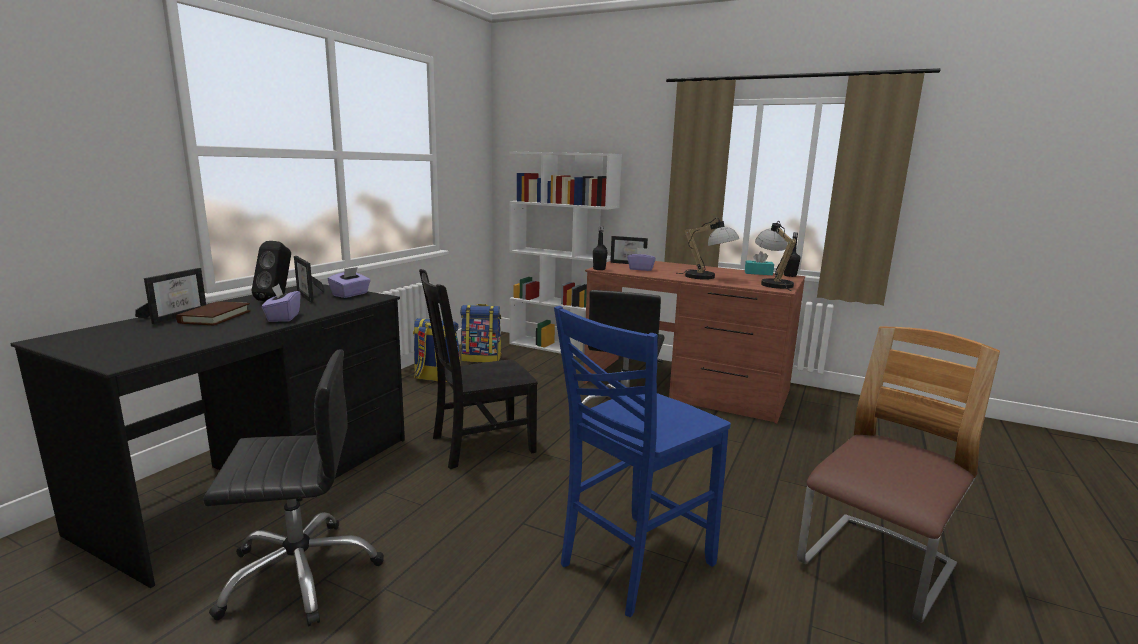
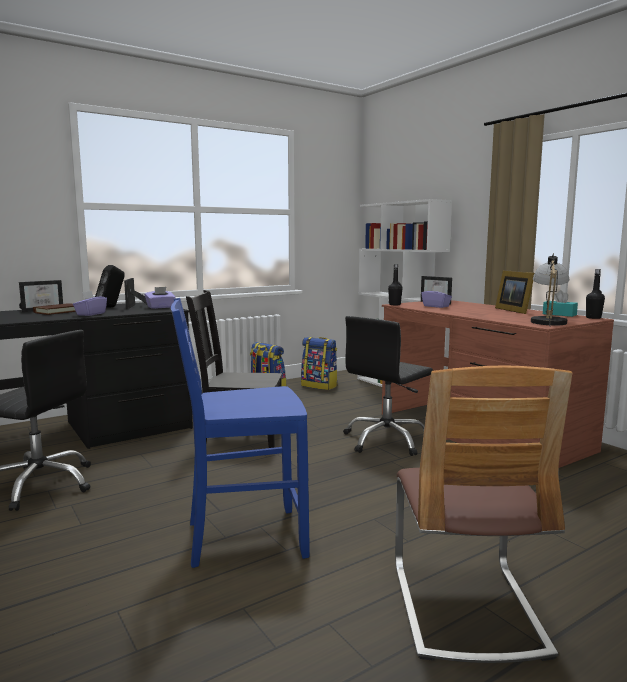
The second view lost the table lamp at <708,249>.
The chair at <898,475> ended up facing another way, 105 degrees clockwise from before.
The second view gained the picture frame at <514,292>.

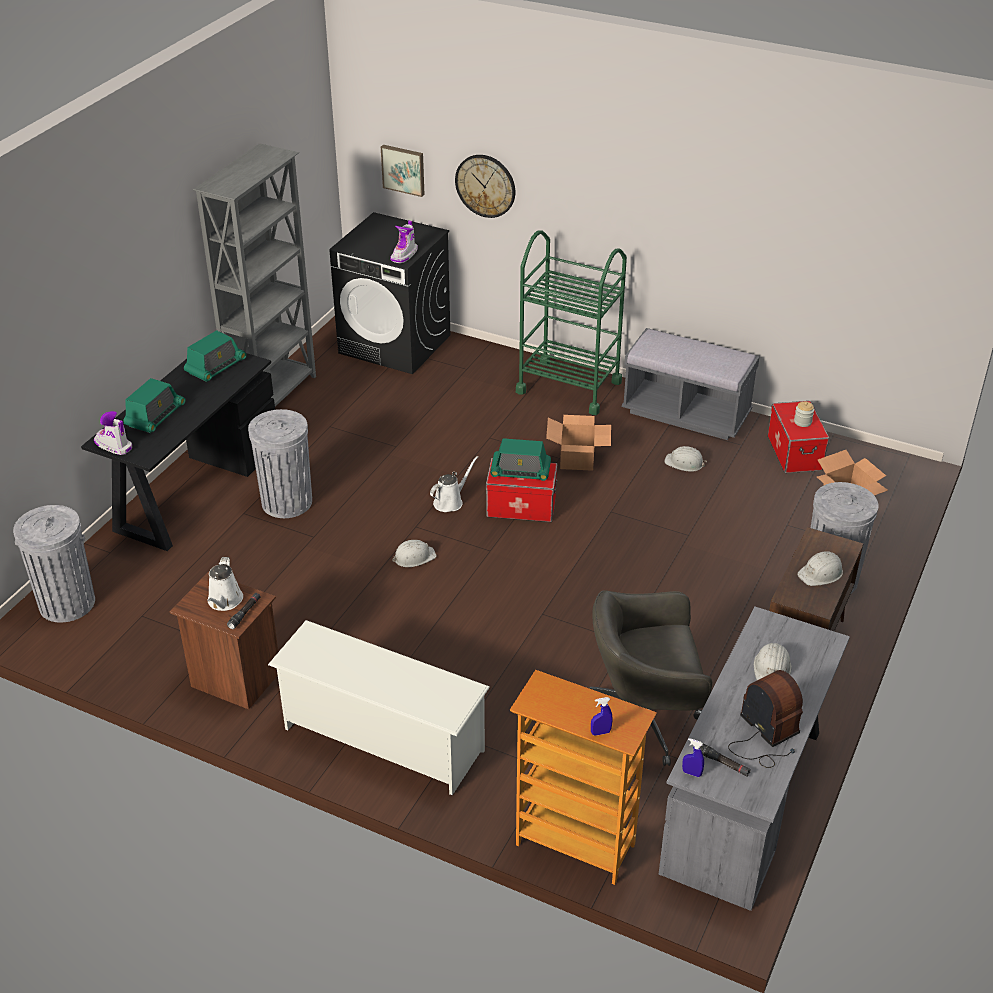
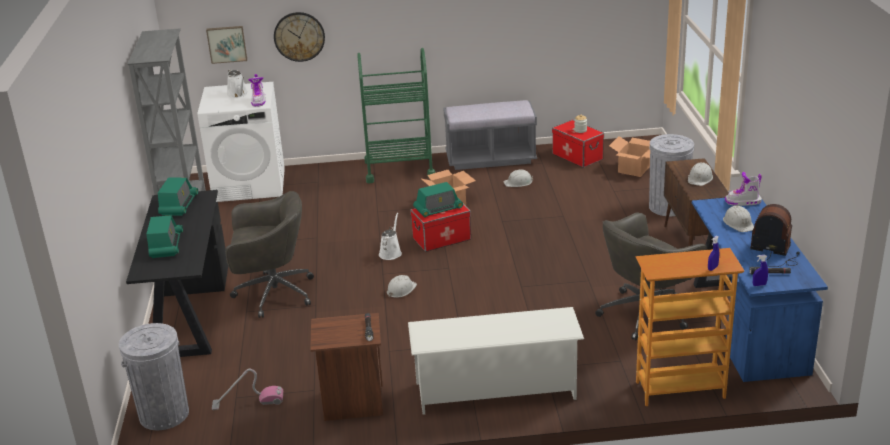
What was the black washing machine at <389,293> turned into the white washing machine at <241,142>.
Where the grey trash can stood at <280,463>, the grey office chair came to stand at <269,254>.
The boot ended up elsewhere, having gone from <113,433> to <743,189>.
The white watering can ended up elsewhere, having gone from <225,584> to <237,83>.
What was the grey desk at <754,758> turned into the blue desk at <760,290>.
The second view gained the vacuum cleaner at <247,389>.

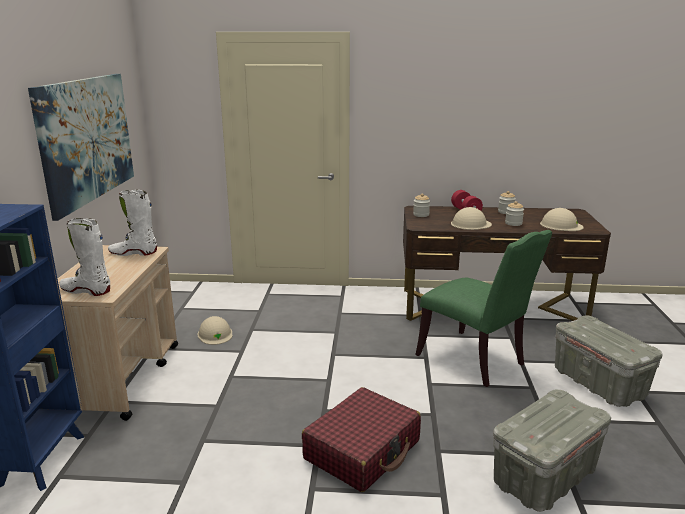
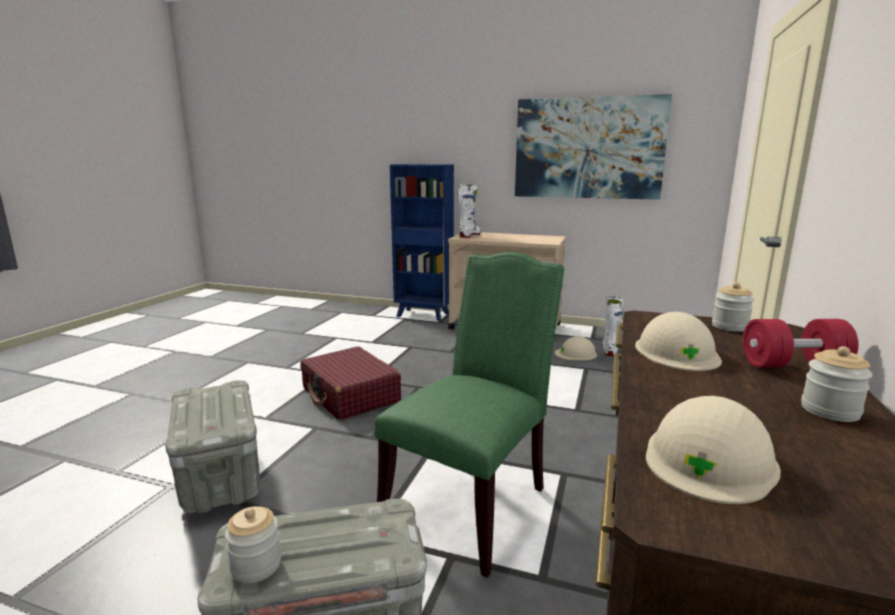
The white boot ended up elsewhere, having gone from <132,223> to <612,326>.
The jar ended up elsewhere, having gone from <514,213> to <253,544>.
The green chair at <483,308> ended up facing another way, 150 degrees clockwise from before.

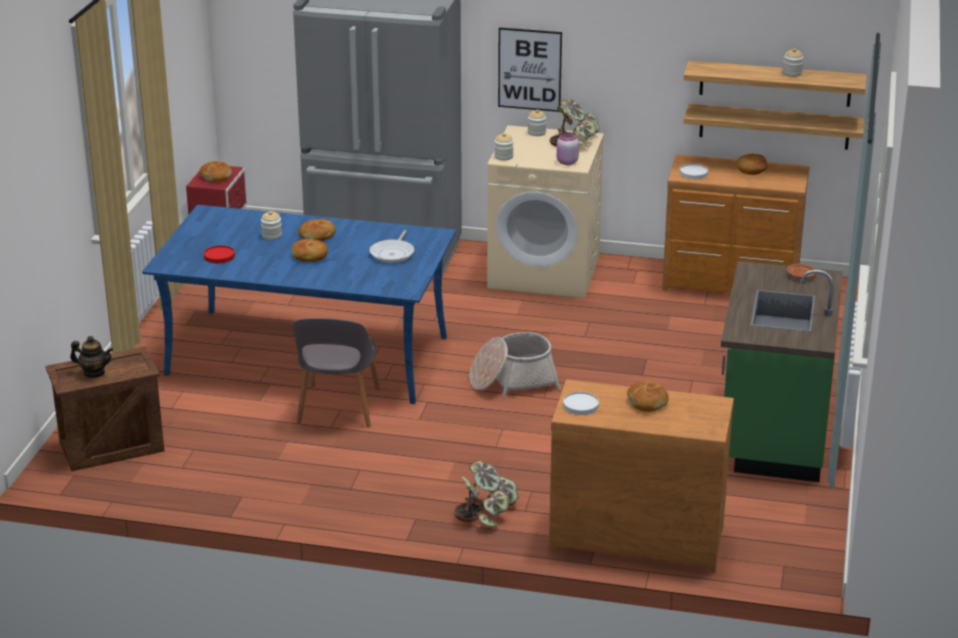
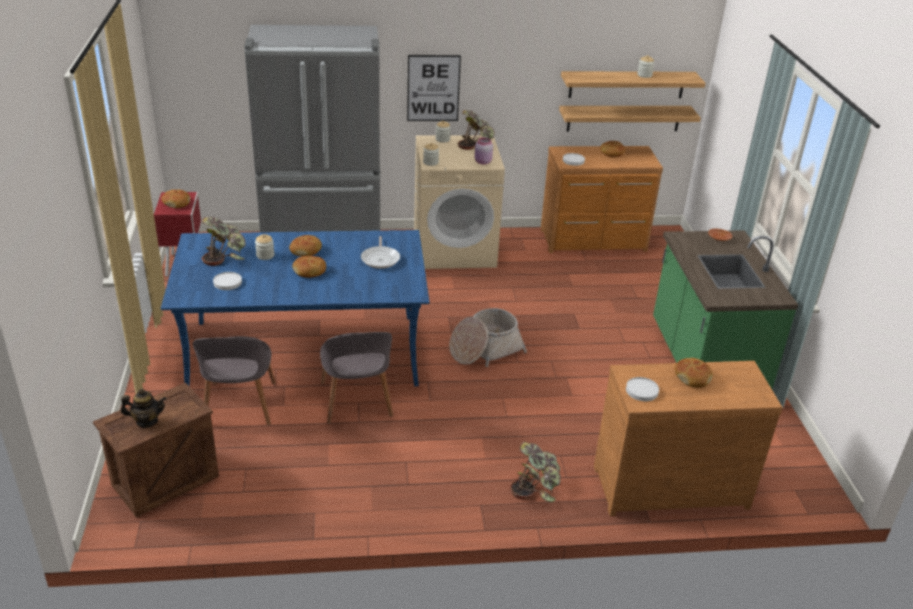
What was the red plate at <219,254> turned into the white plate at <227,281>.
The second view gained the potted plant at <224,241>.
The second view gained the grey chair at <234,380>.

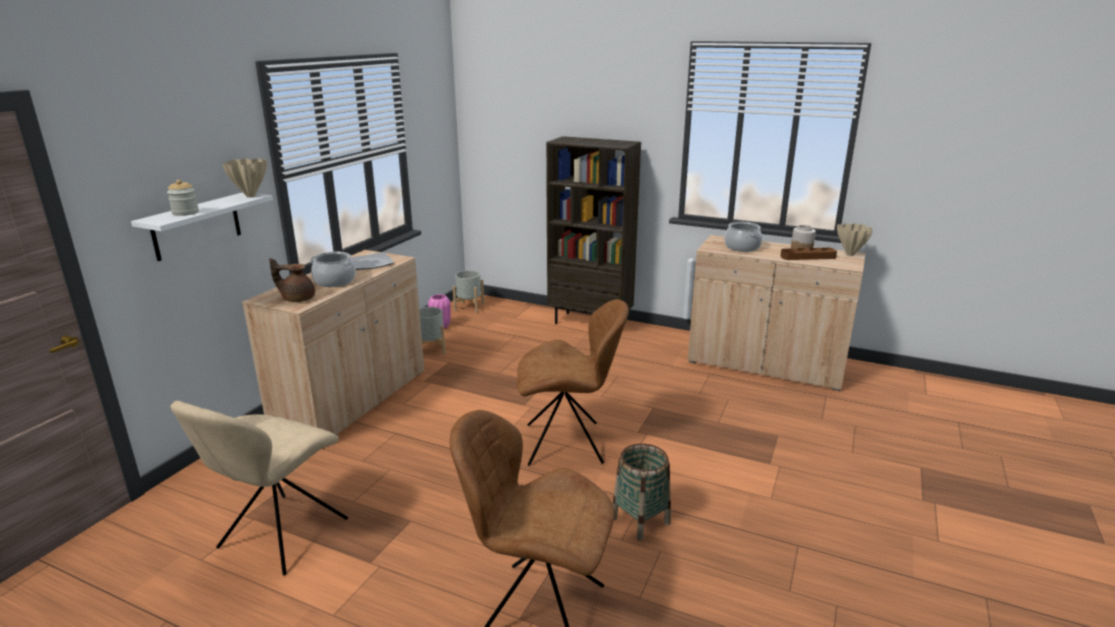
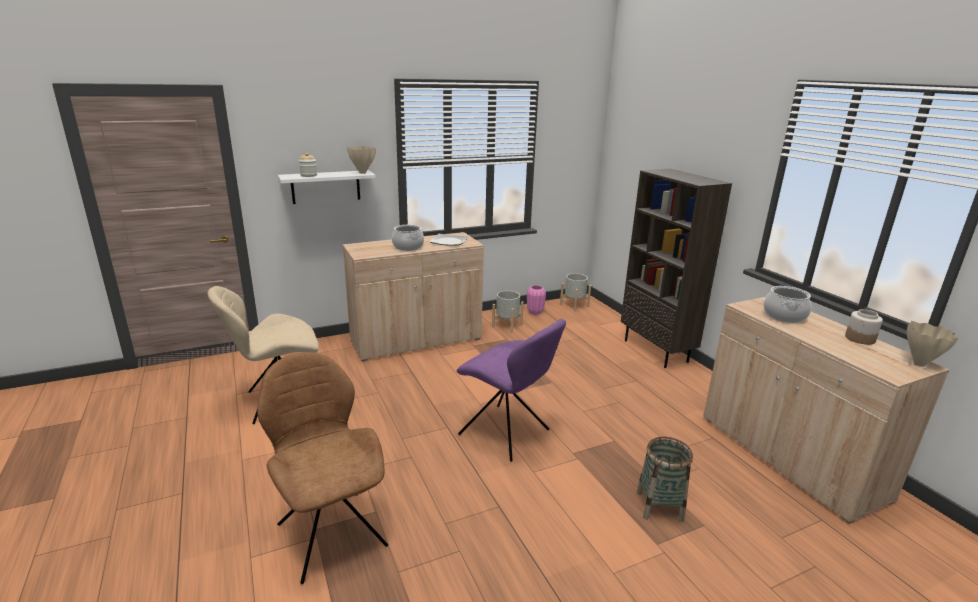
The second view lost the brown tray at <808,254>.
The second view lost the brown teapot at <292,280>.
What was the brown chair at <573,382> turned into the purple chair at <511,390>.
The basket ended up elsewhere, having gone from <641,492> to <665,479>.

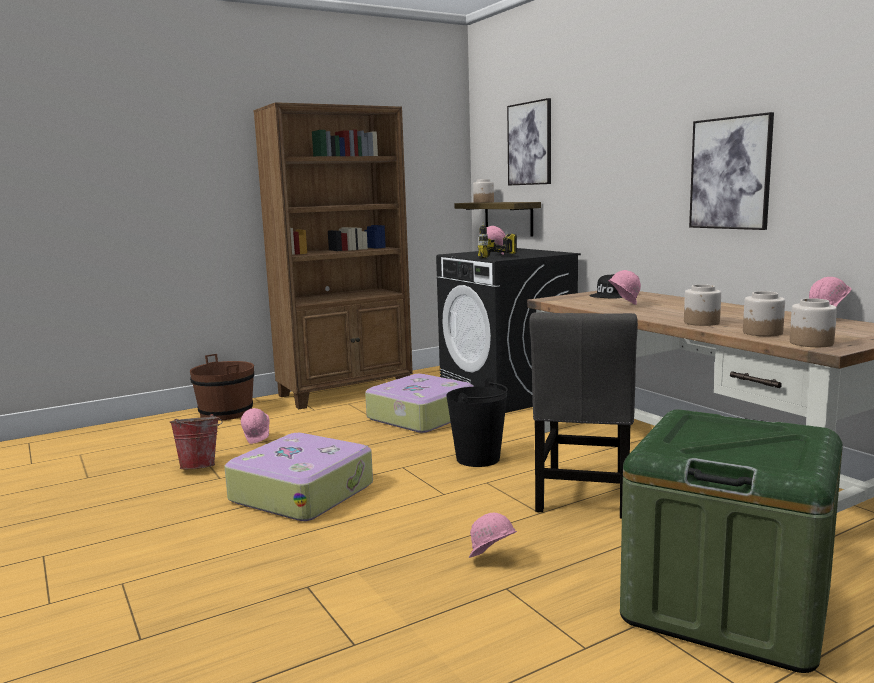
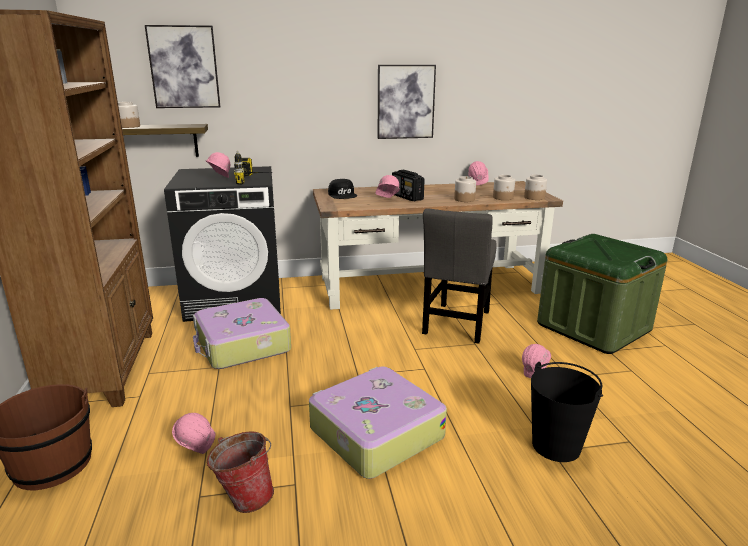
The grey chair at <583,415> ended up facing another way, 75 degrees clockwise from before.
The black bucket ended up elsewhere, having gone from <477,422> to <567,412>.
The second view gained the radio at <408,185>.

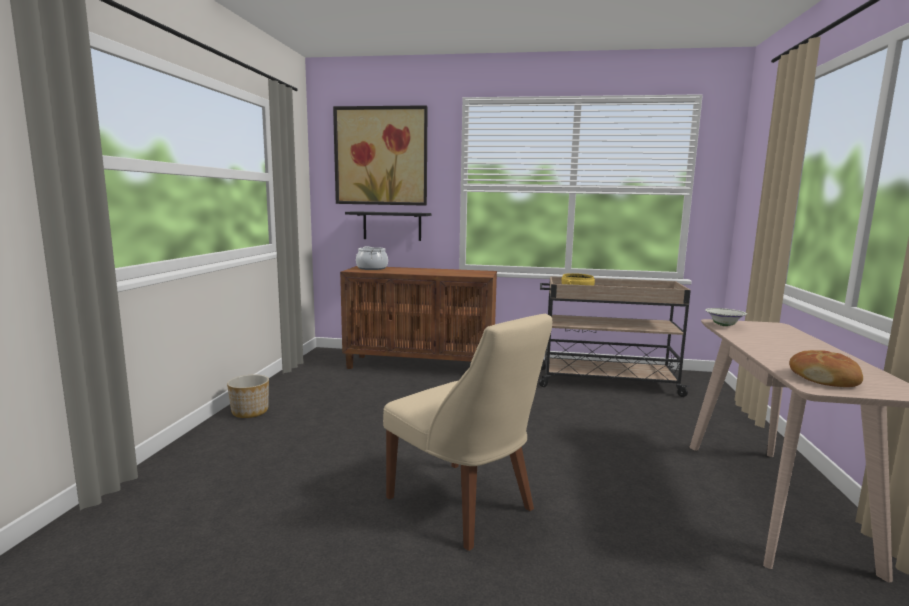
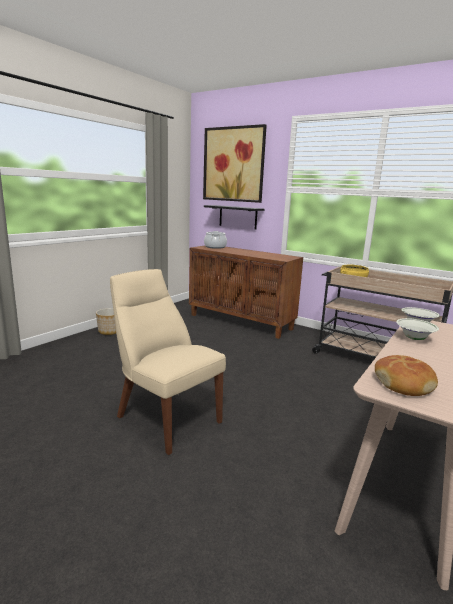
The beige chair at <467,432> ended up facing another way, 150 degrees clockwise from before.
The second view gained the white bowl at <417,329>.

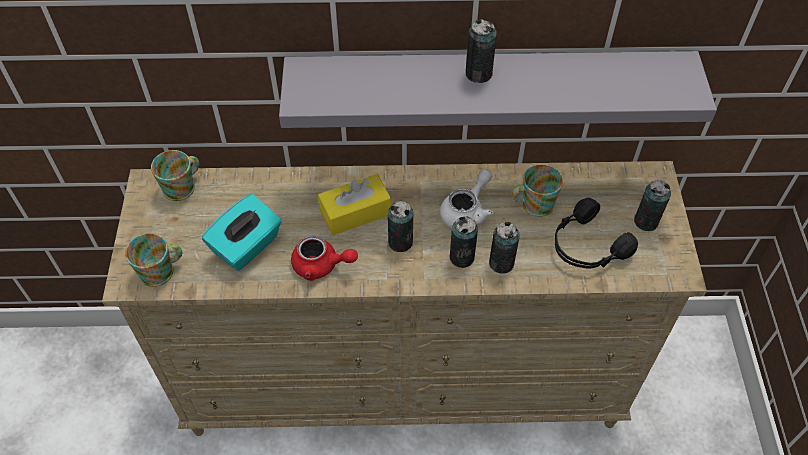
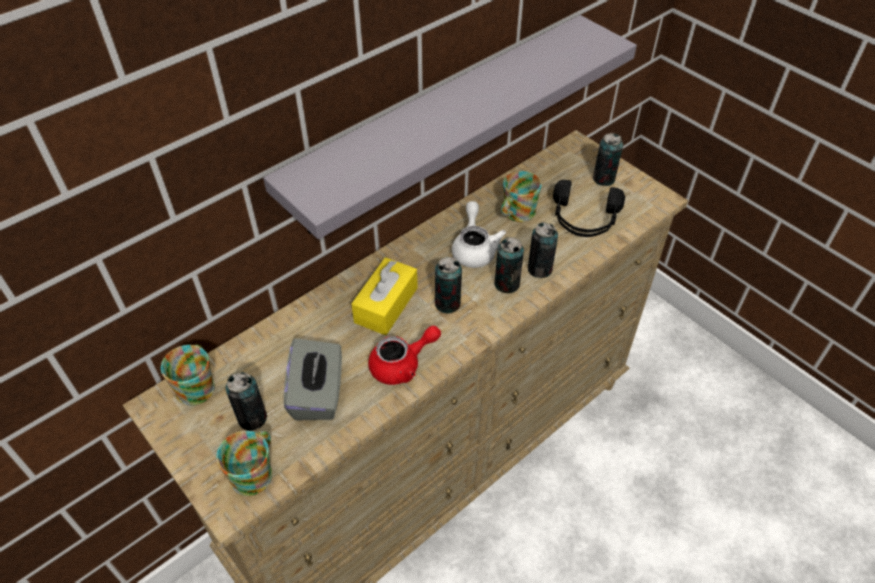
The can ended up elsewhere, having gone from <481,51> to <246,401>.
What was the turquoise tissue box at <242,232> turned into the grey tissue box at <313,379>.

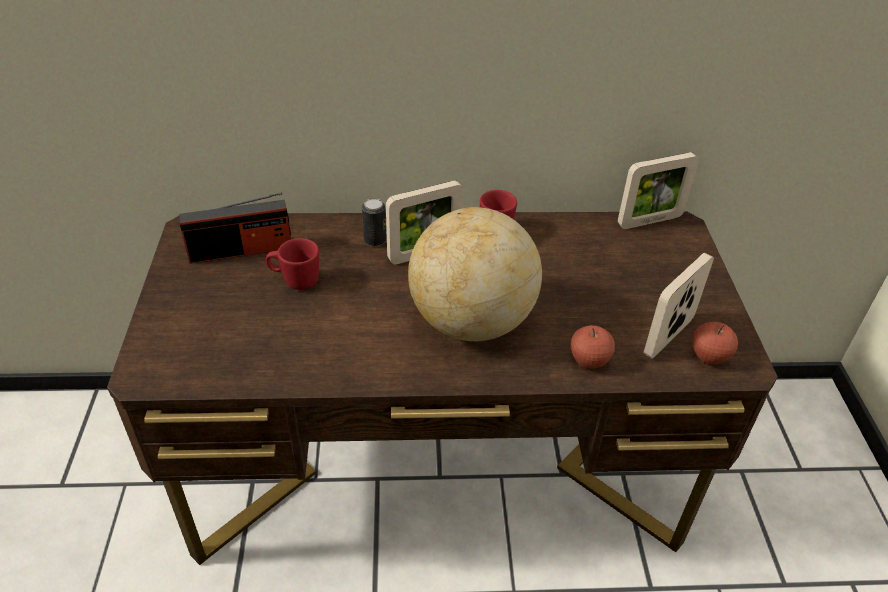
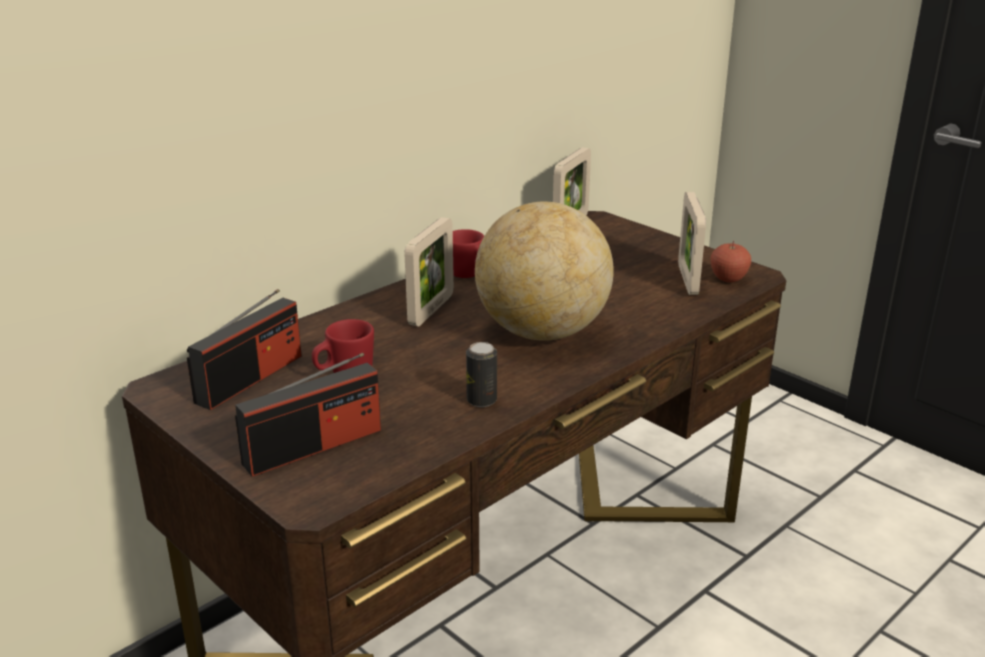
The can ended up elsewhere, having gone from <374,222> to <481,374>.
The second view lost the apple at <593,347>.
The second view gained the radio at <308,415>.

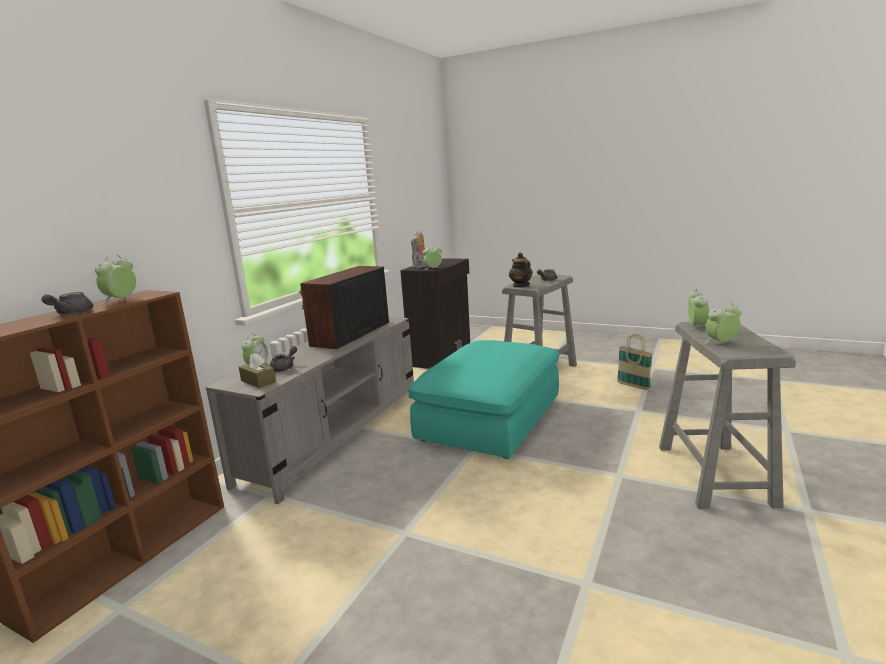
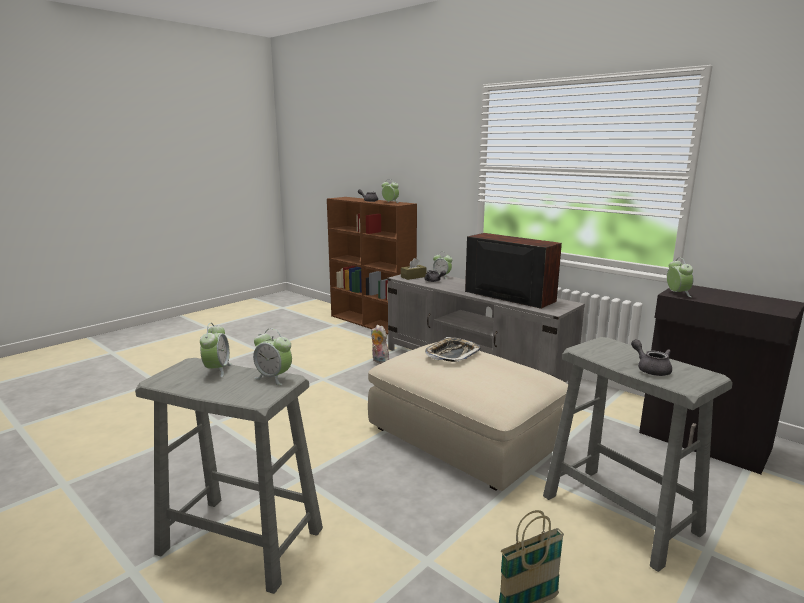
The plush toy ended up elsewhere, having gone from <419,249> to <380,344>.
The second view lost the teapot at <521,270>.
What was the turquoise ottoman at <484,399> turned into the beige ottoman at <468,416>.
The second view gained the tray at <453,349>.

